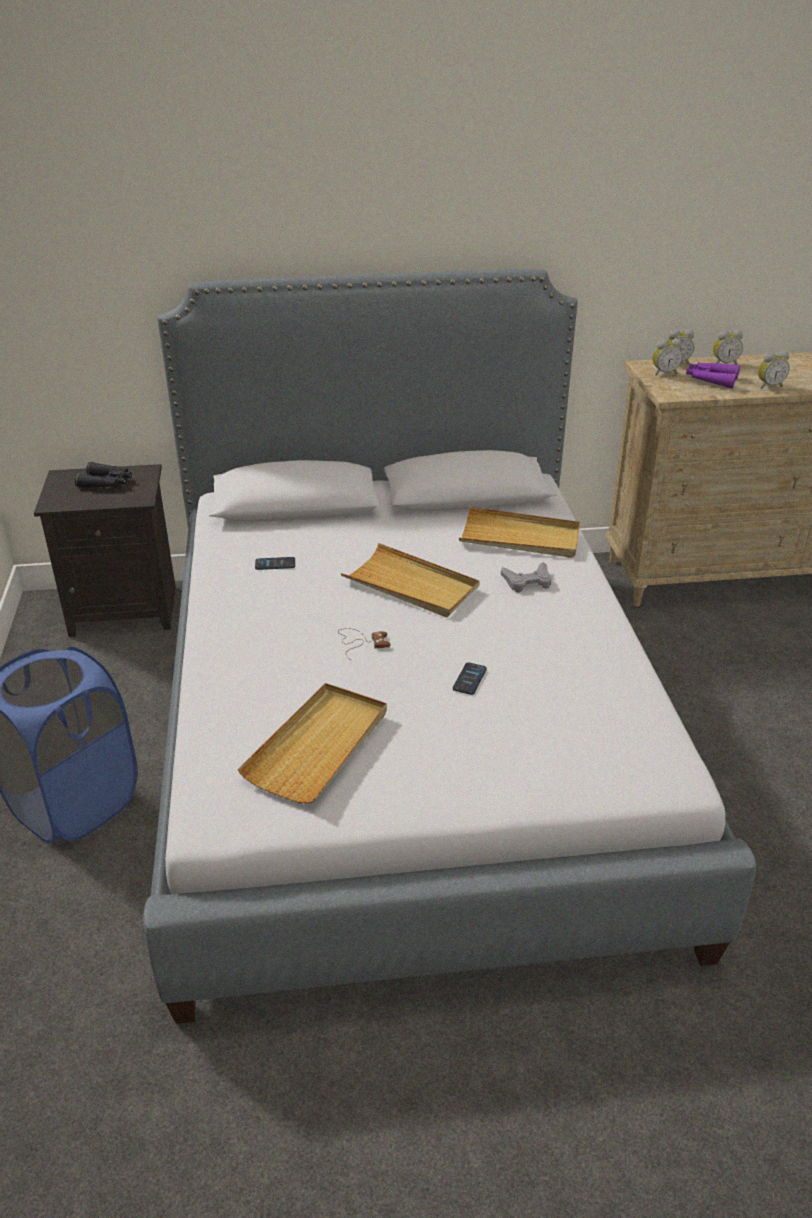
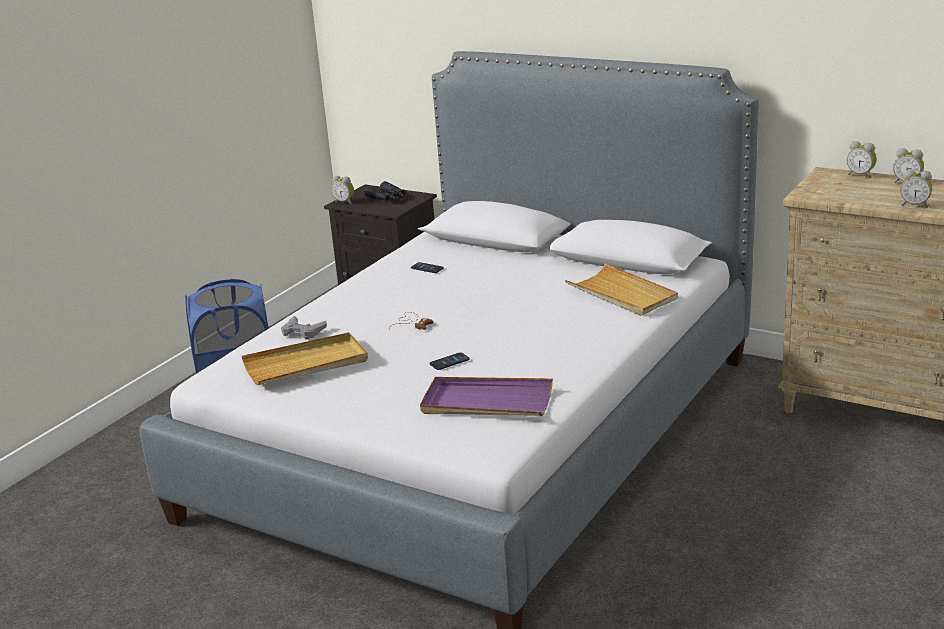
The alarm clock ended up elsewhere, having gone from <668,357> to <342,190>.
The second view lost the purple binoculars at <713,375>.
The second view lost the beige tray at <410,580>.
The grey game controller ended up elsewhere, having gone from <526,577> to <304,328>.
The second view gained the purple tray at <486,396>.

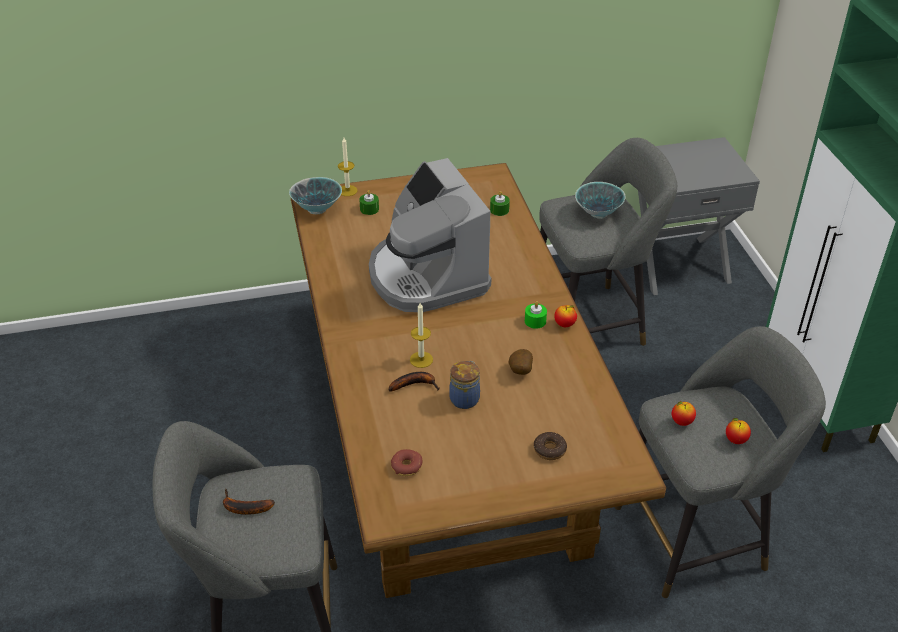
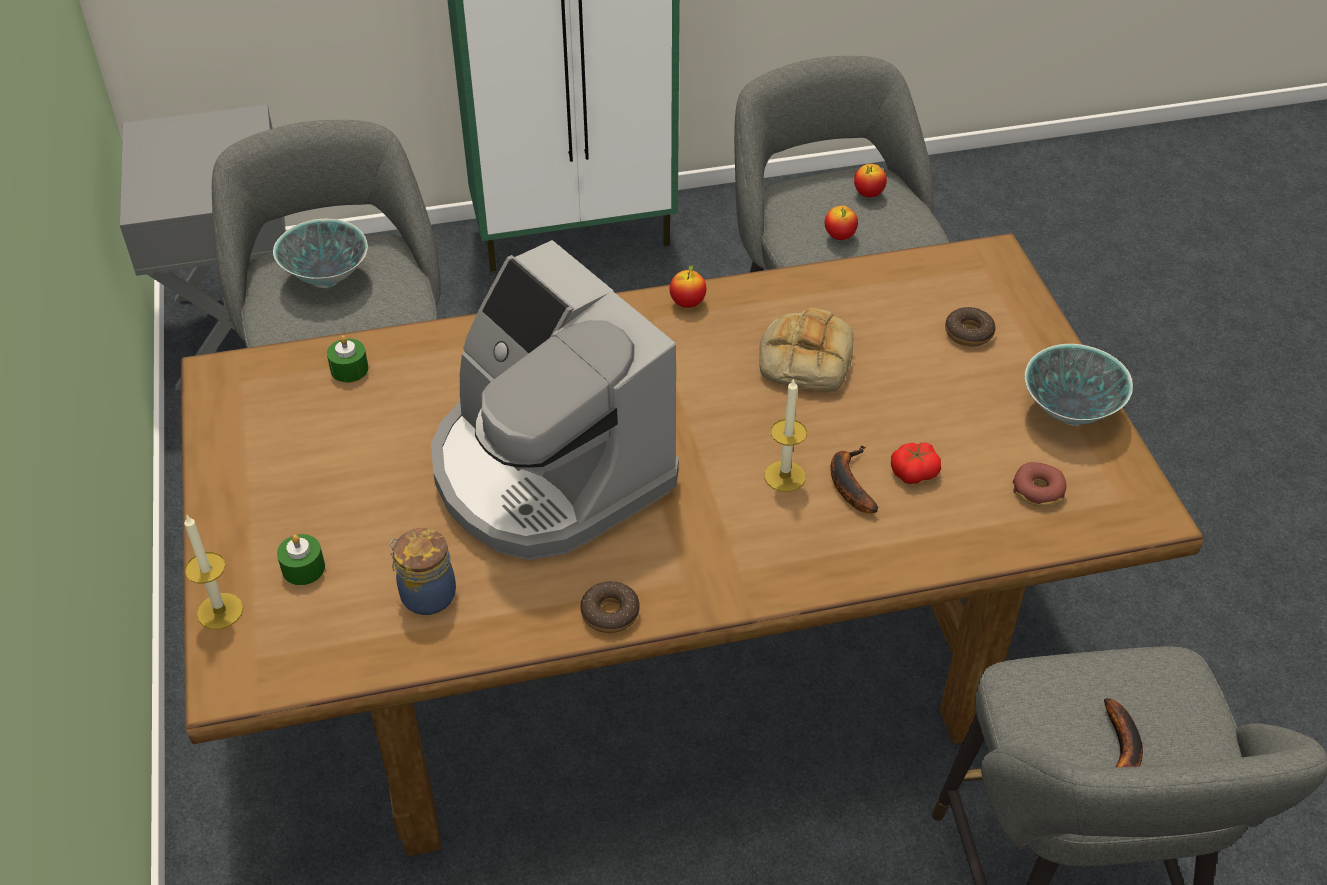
The coffee machine at <430,235> ended up facing another way, 75 degrees clockwise from before.
The bowl ended up elsewhere, having gone from <315,195> to <1079,385>.
The second view lost the green candle at <536,315>.
Where the potato stood at <520,362>, the bread came to stand at <806,350>.
The jar ended up elsewhere, having gone from <464,385> to <423,571>.
The second view gained the tomato at <916,463>.
The second view gained the donut at <610,607>.

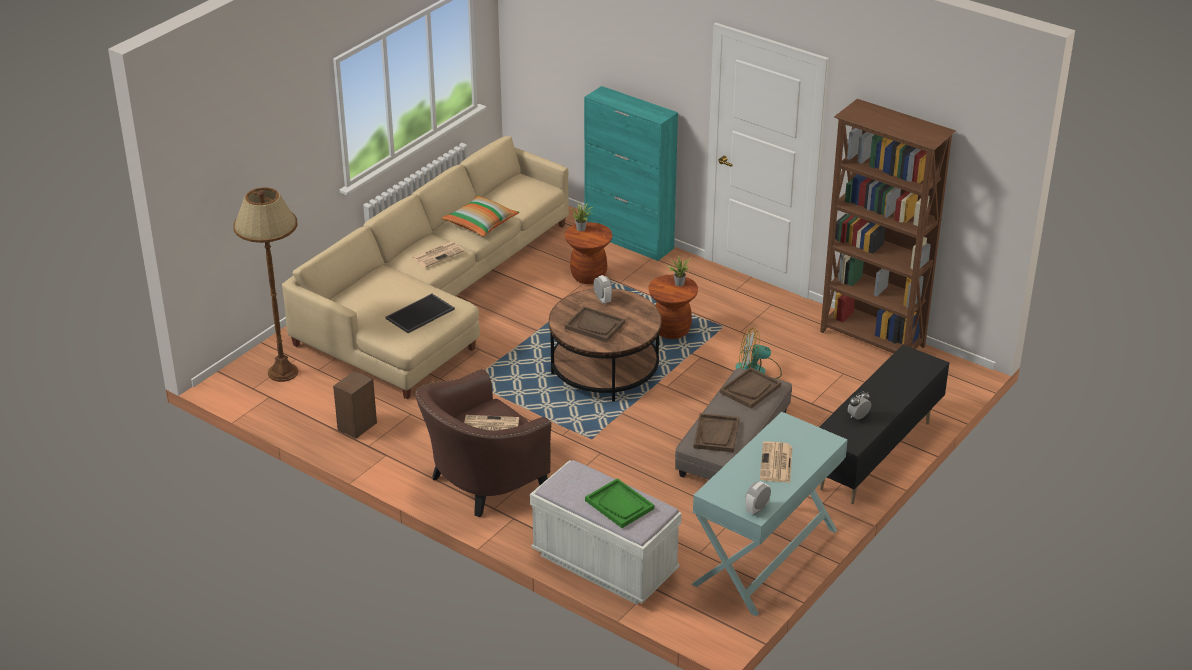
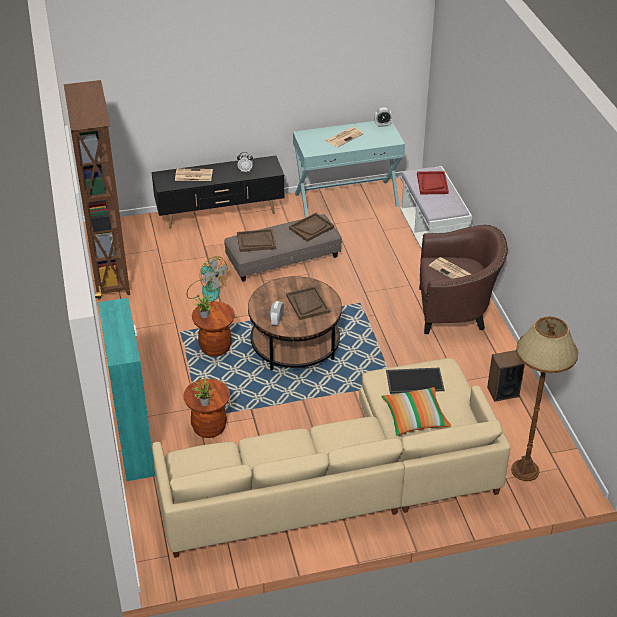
The pillow ended up elsewhere, having gone from <480,215> to <416,411>.
The newspaper ended up elsewhere, having gone from <438,254> to <194,175>.
What was the green tray at <619,503> turned into the red tray at <433,182>.

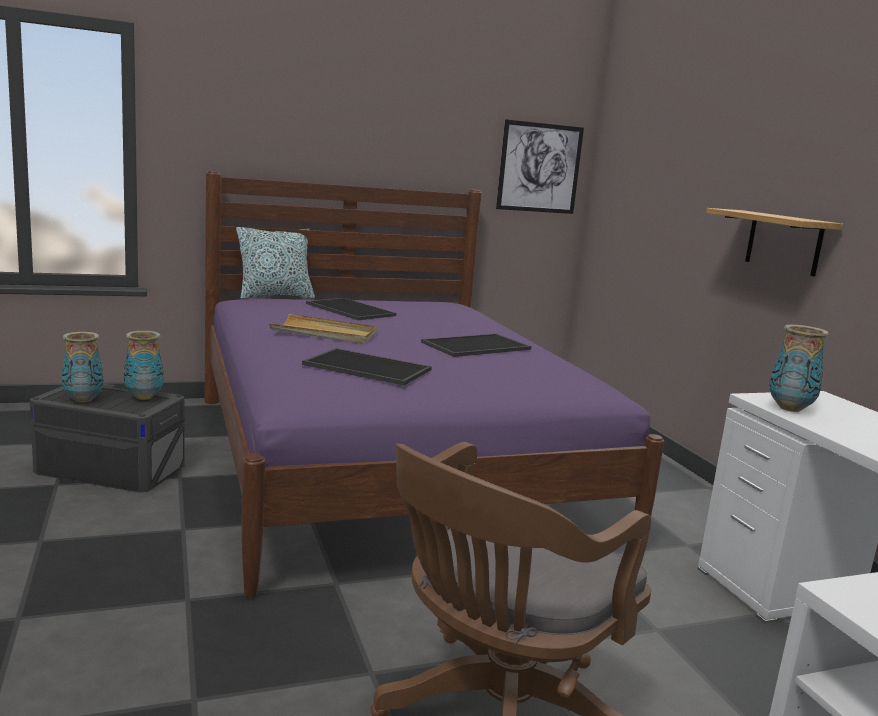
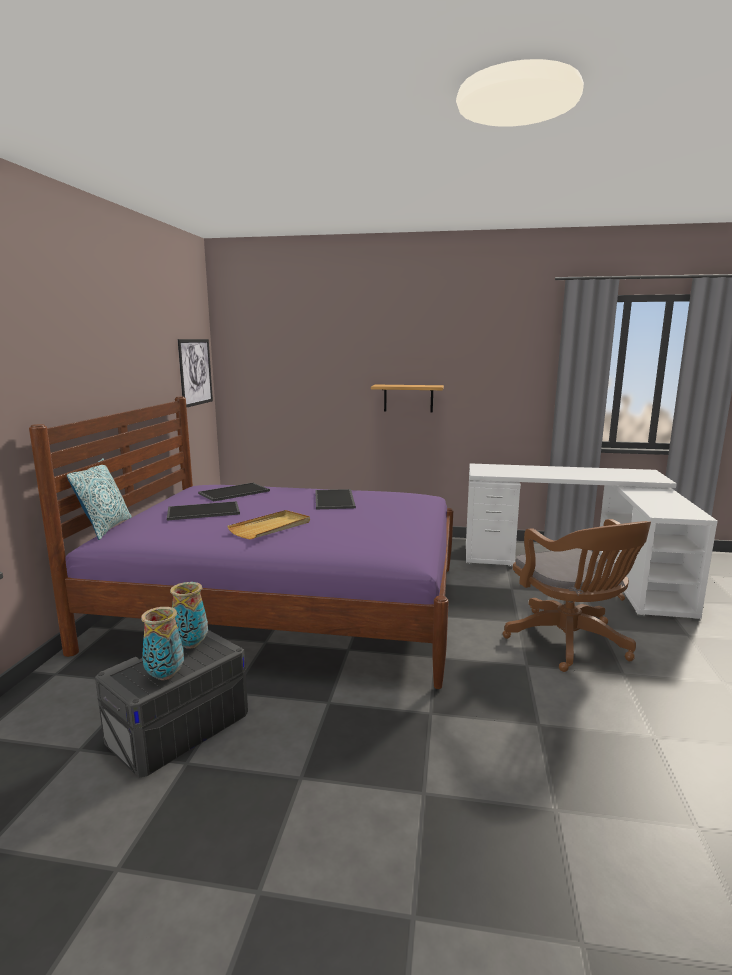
The second view lost the vase at <799,368>.
The tray ended up elsewhere, having gone from <367,366> to <234,492>.

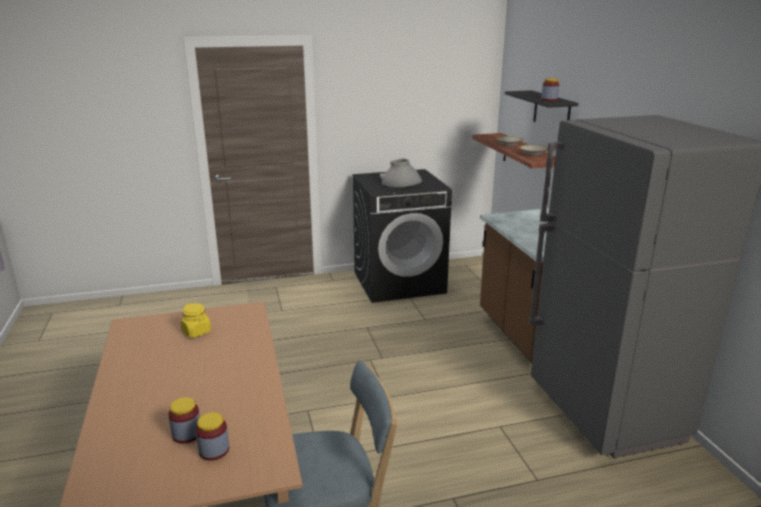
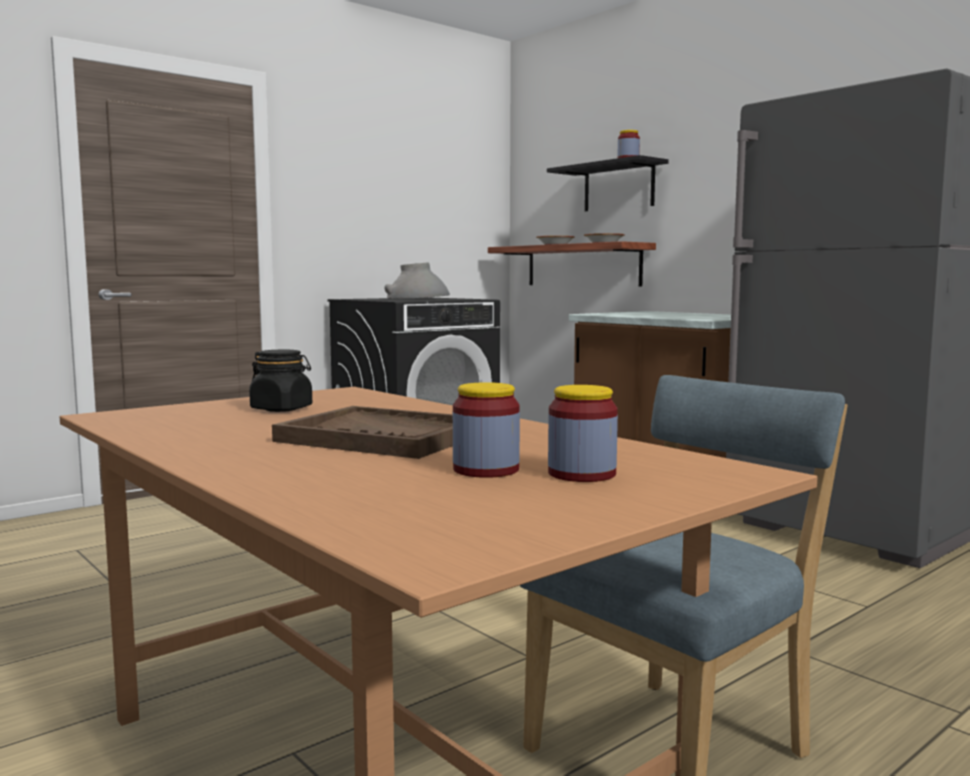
What was the yellow jar at <196,320> turned into the black jar at <280,381>.
The second view gained the brown tray at <362,432>.

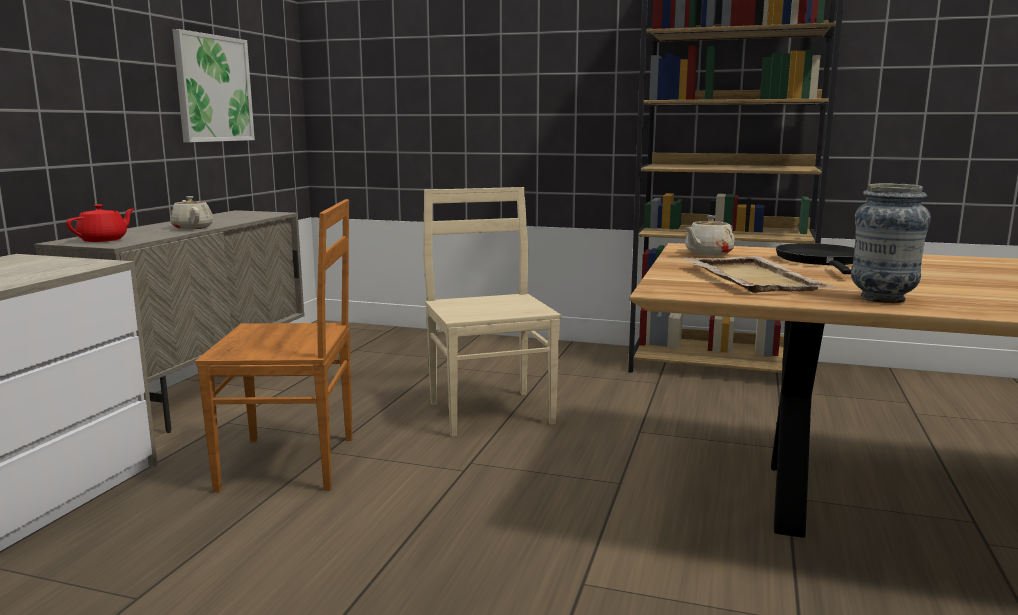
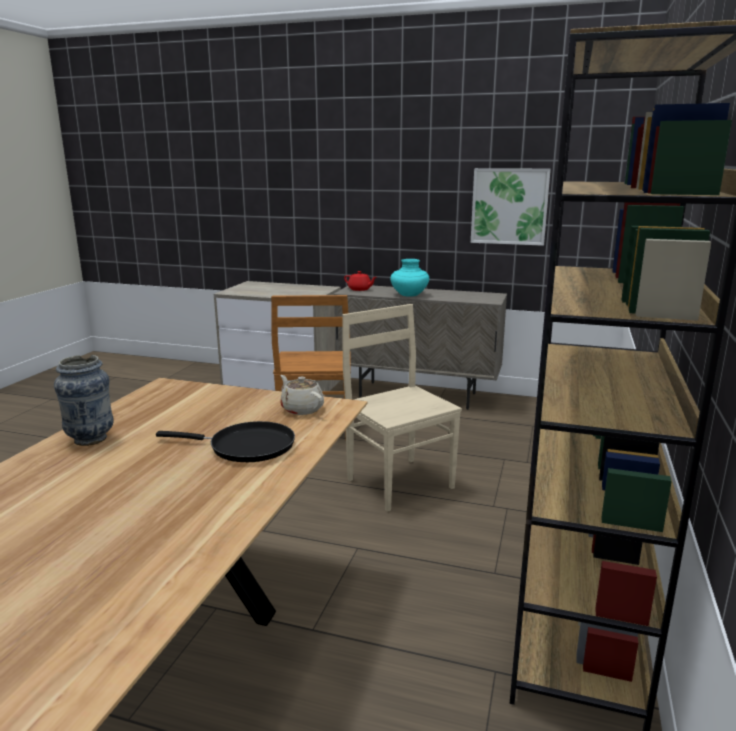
The beige chair at <492,312> ended up facing another way, 105 degrees counterclockwise from before.
Where the beige teapot stood at <191,212>, the turquoise vase came to stand at <409,277>.
The second view lost the beige tray at <760,274>.

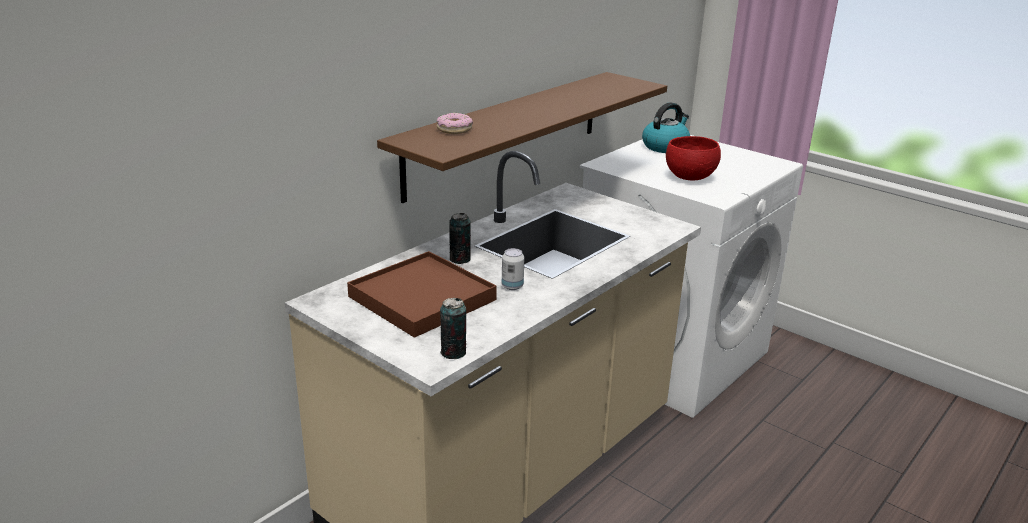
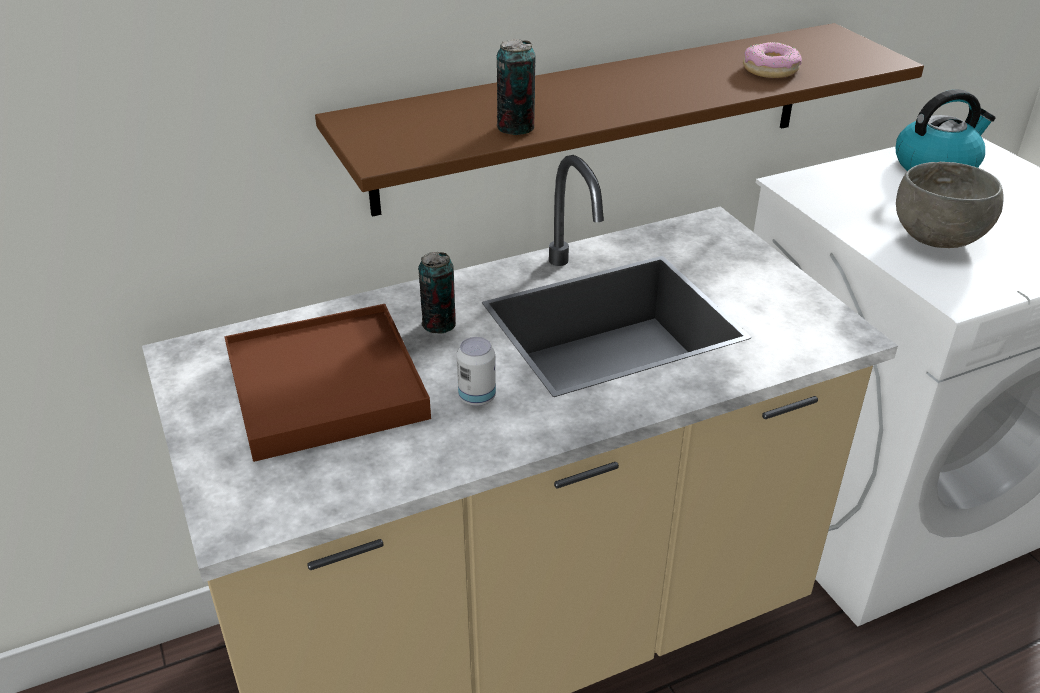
The donut ended up elsewhere, having gone from <455,123> to <772,60>.
What was the red bowl at <693,158> turned into the grey bowl at <950,205>.
The can ended up elsewhere, having gone from <453,328> to <516,87>.

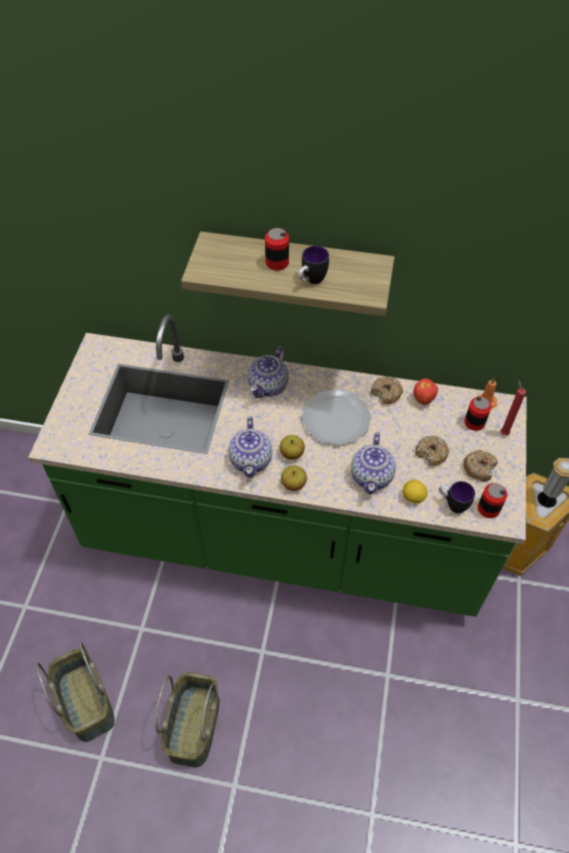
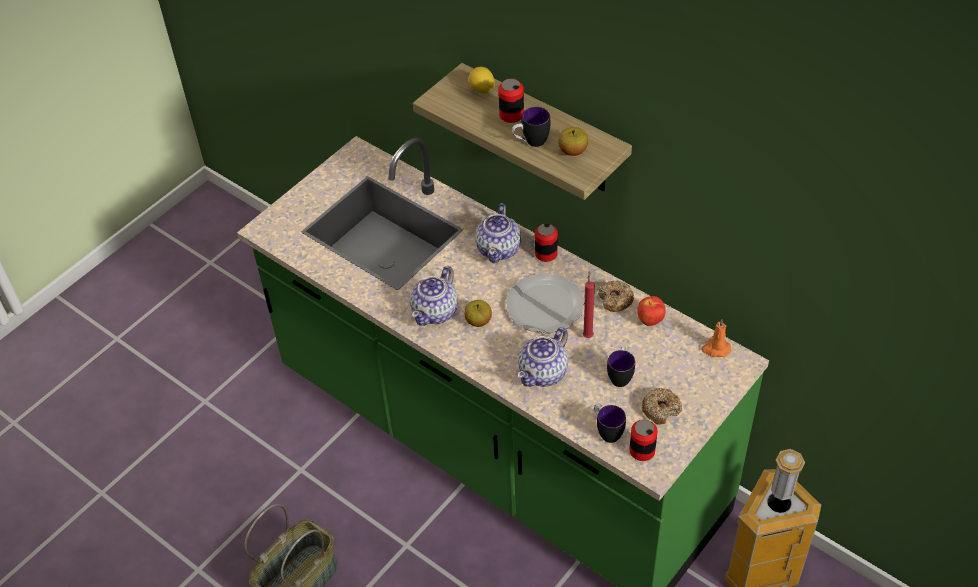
The teapot at <268,372> ended up facing another way, 45 degrees counterclockwise from before.
The red candle ended up elsewhere, having gone from <513,408> to <589,304>.
The can ended up elsewhere, having gone from <477,414> to <546,242>.
Where the donut stood at <432,451>, the mug came to stand at <621,366>.
The apple ended up elsewhere, having gone from <294,478> to <573,141>.
The lemon ended up elsewhere, having gone from <414,491> to <481,80>.
The second view lost the basket at <75,692>.

